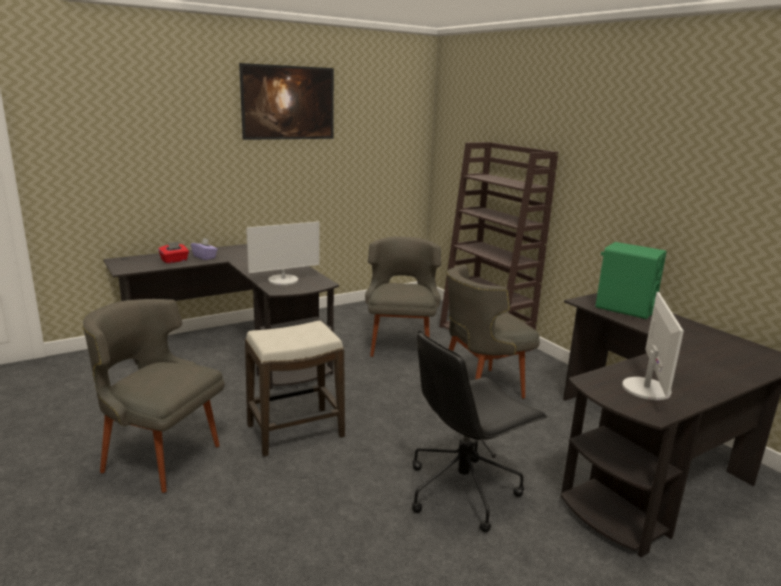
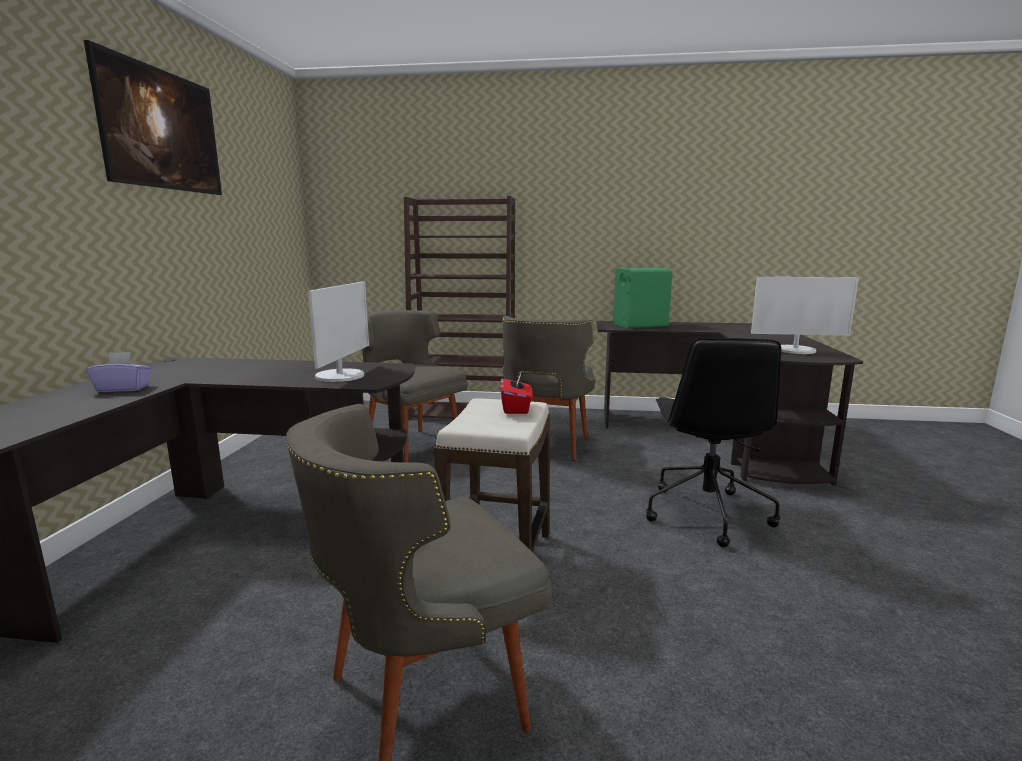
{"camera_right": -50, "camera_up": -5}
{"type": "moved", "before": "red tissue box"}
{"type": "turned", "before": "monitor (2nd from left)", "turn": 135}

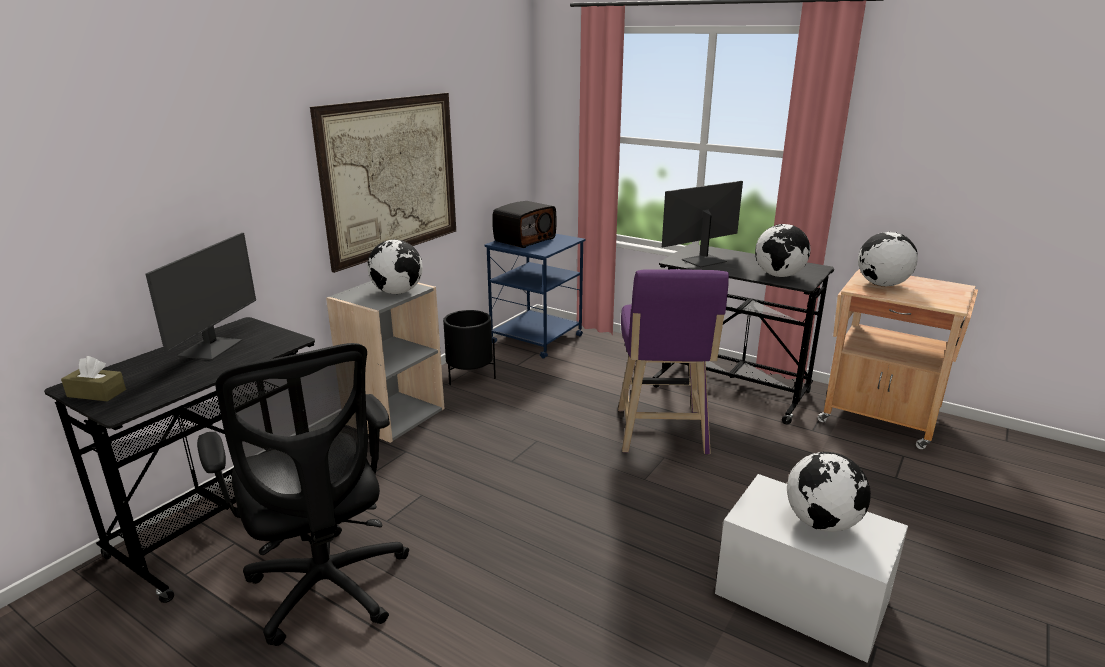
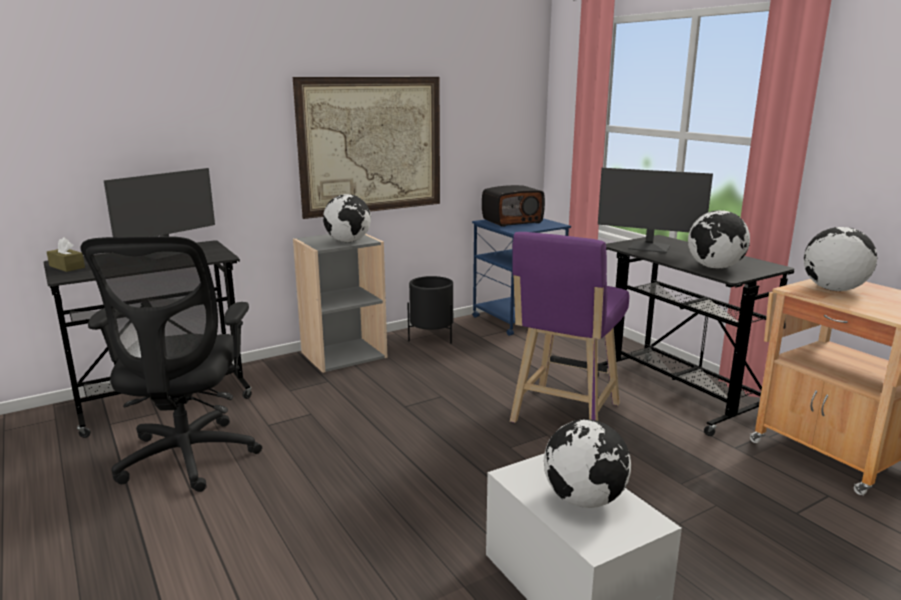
{"camera_right": 25, "camera_up": -5}
{"type": "turned", "before": "monitor (2nd from left)", "turn": -150}

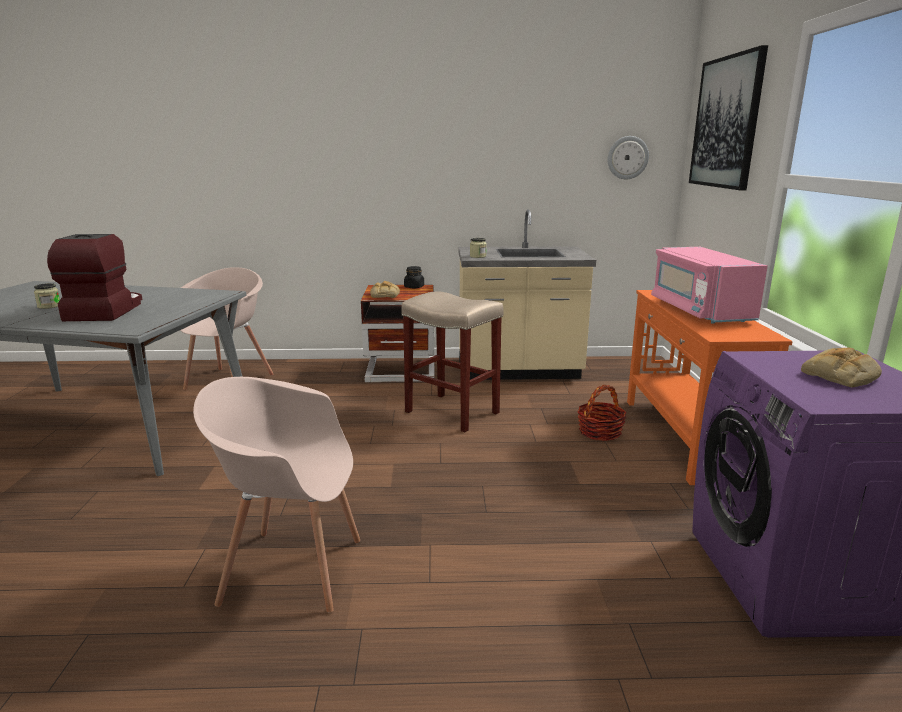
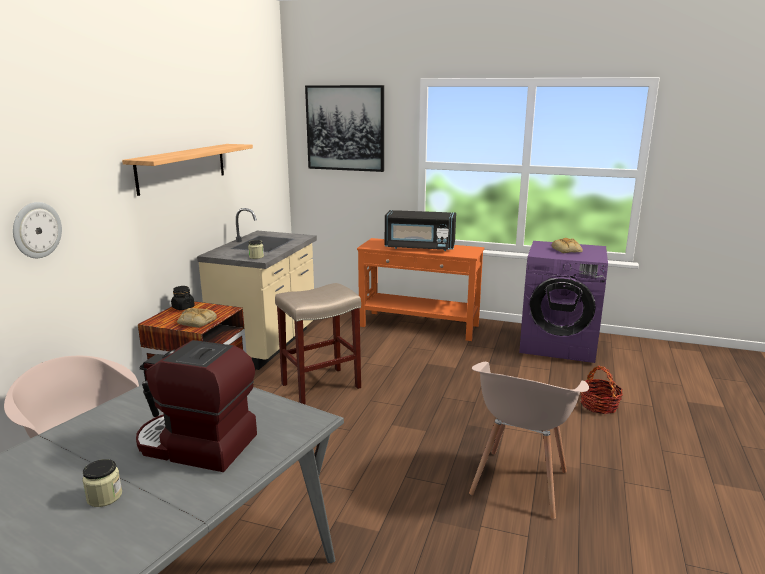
{"camera_right": -70, "camera_up": 0}
{"type": "moved", "before": "wall clock"}
{"type": "recoloured", "before": "pink microwave", "after": "black microwave"}
{"type": "moved", "before": "basket"}
{"type": "added", "after": "shelf"}

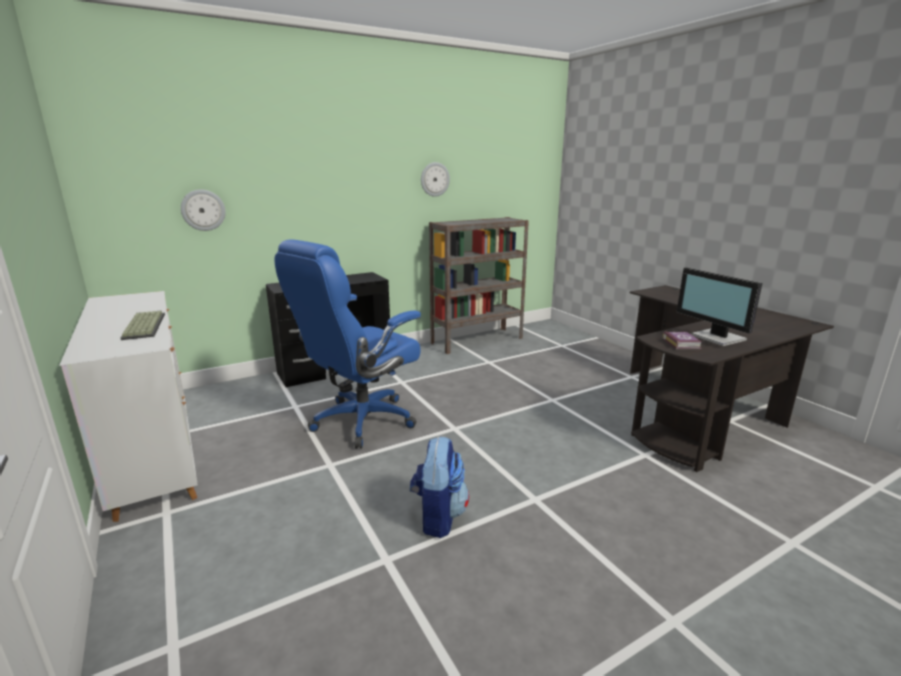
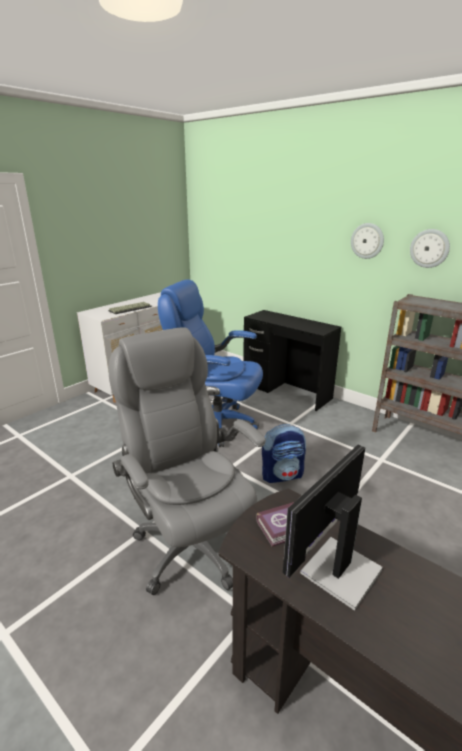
{"camera_right": 70, "camera_up": 5}
{"type": "moved", "before": "wall clock (1st from left)"}
{"type": "moved", "before": "backpack"}
{"type": "added", "after": "grey office chair"}

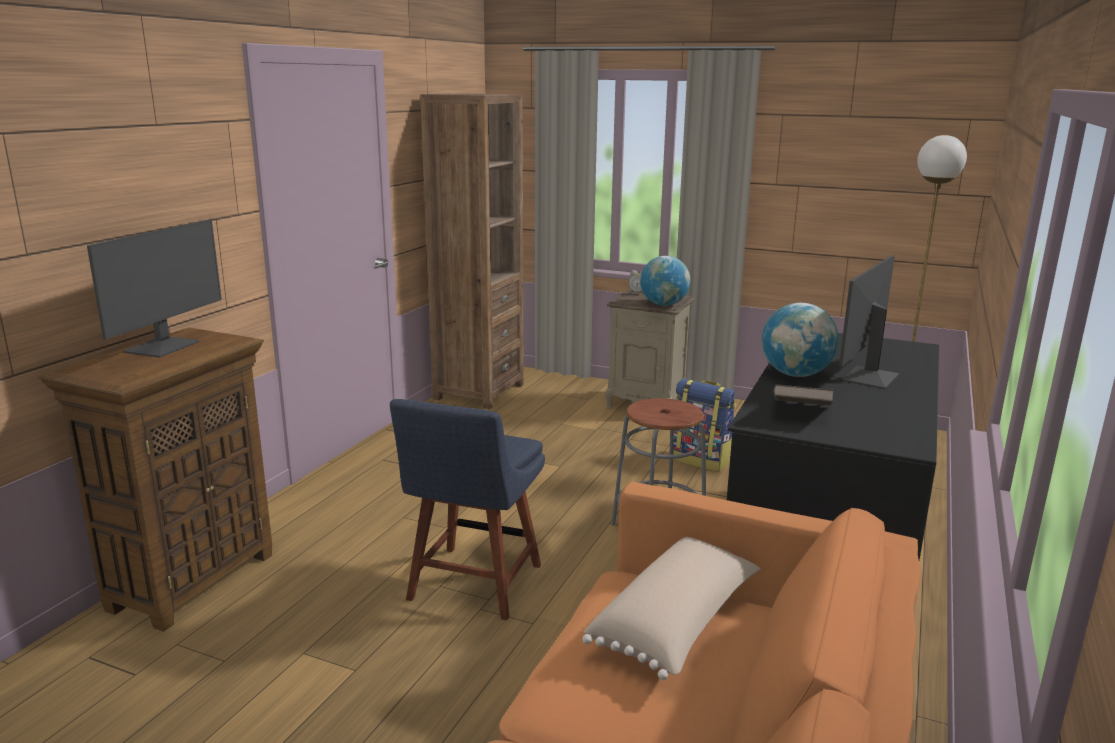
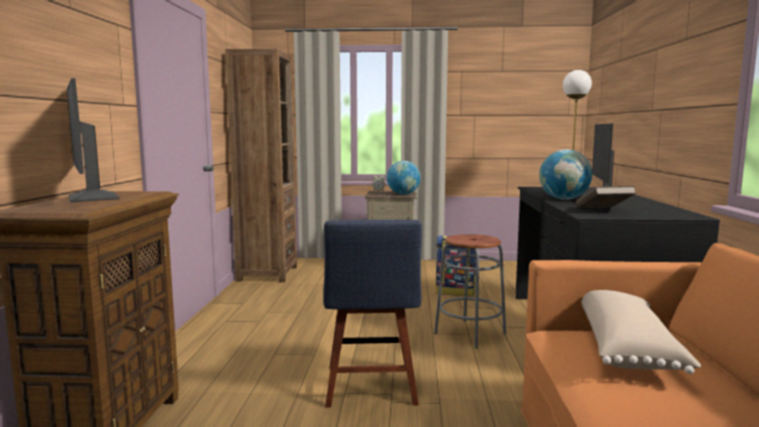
{"camera_right": -20, "camera_up": -10}
{"type": "turned", "before": "monitor (1st from left)", "turn": 150}

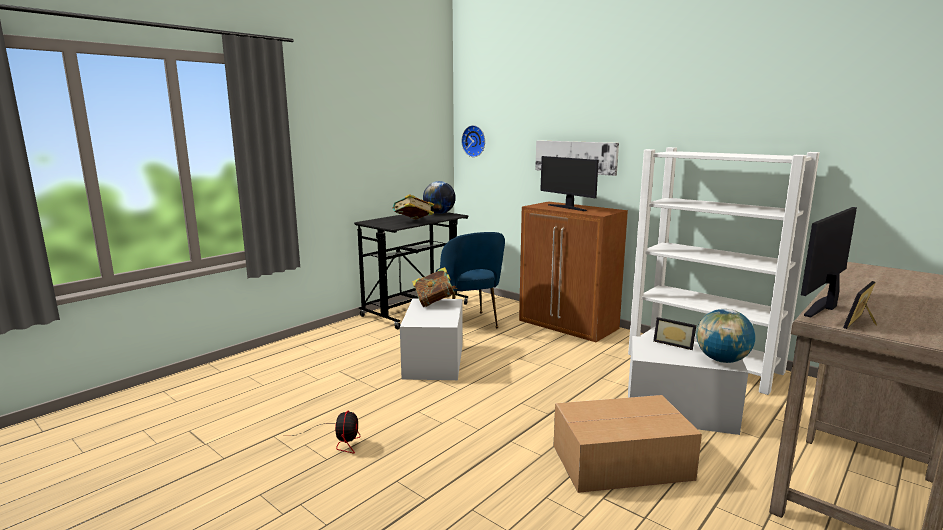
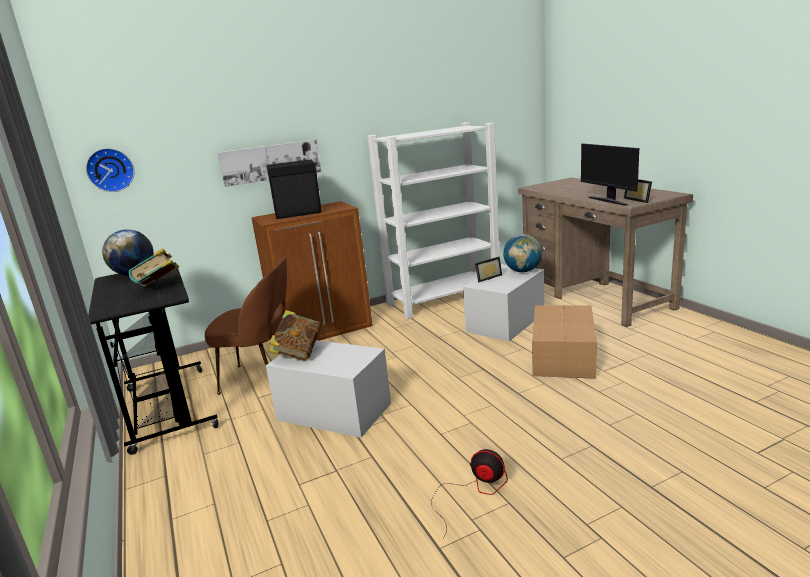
{"camera_right": -65, "camera_up": 5}
{"type": "replaced", "before": "monitor (1st from left)", "after": "black speaker"}
{"type": "recoloured", "before": "blue chair", "after": "brown chair"}

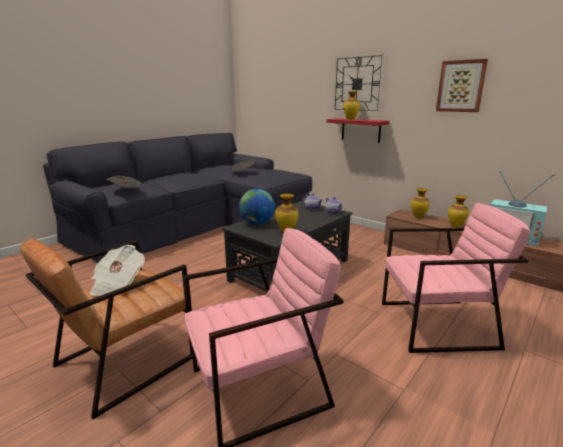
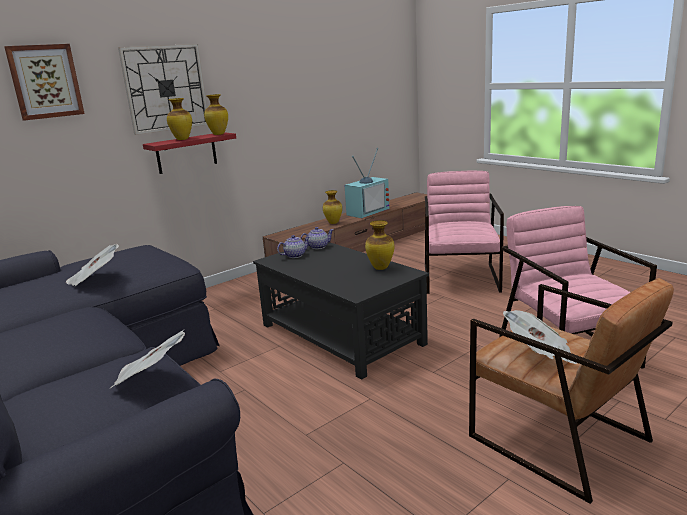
{"camera_right": -80, "camera_up": 0}
{"type": "moved", "before": "picture"}
{"type": "moved", "before": "vase (3rd from left in the first image)", "after": "vase (2nd from left)"}
{"type": "removed", "before": "globe"}

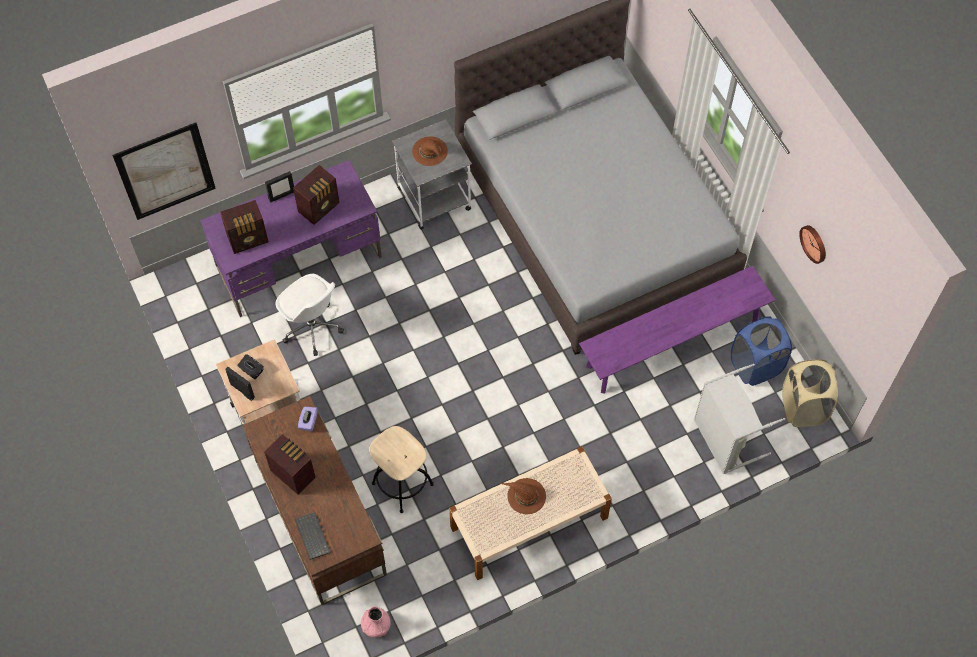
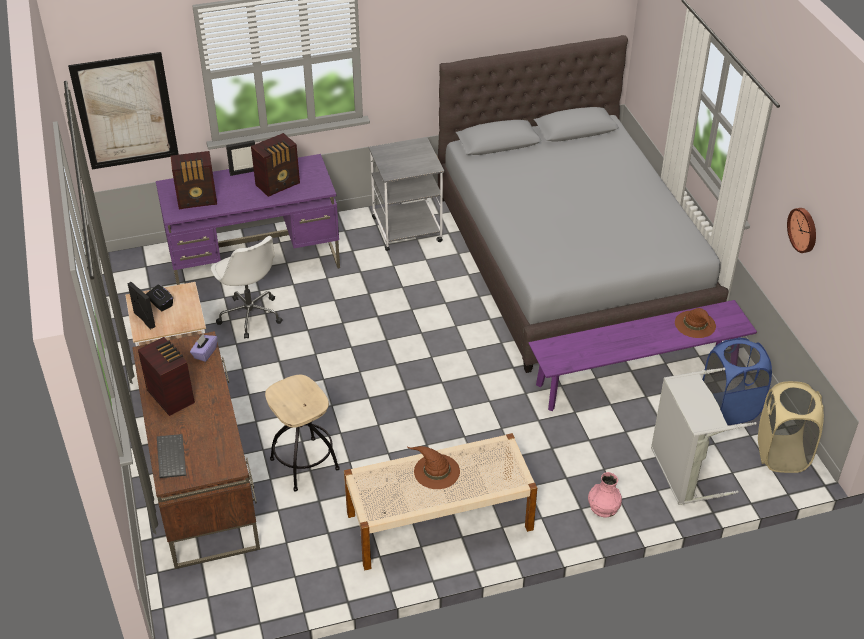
{"camera_right": 10, "camera_up": -20}
{"type": "moved", "before": "brown hat (1st from left in the first image)", "after": "brown hat (2nd from left)"}
{"type": "moved", "before": "pink vase"}

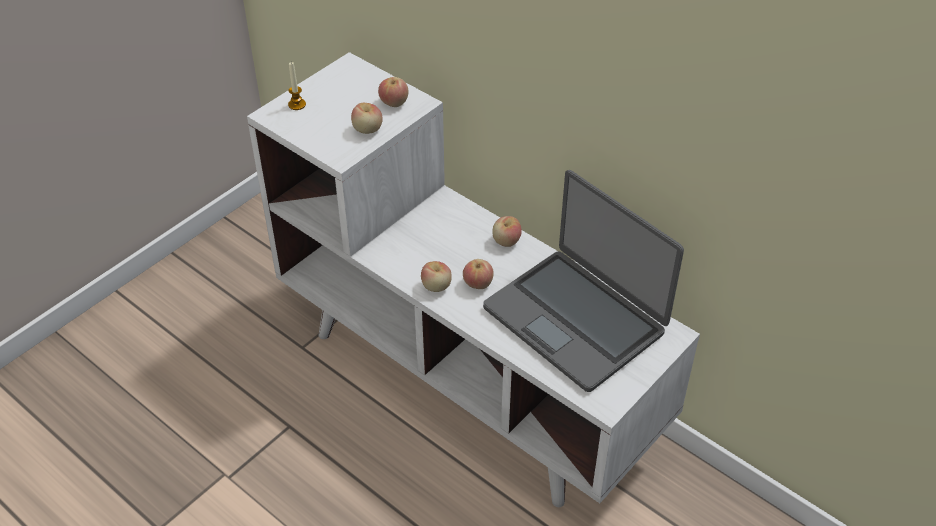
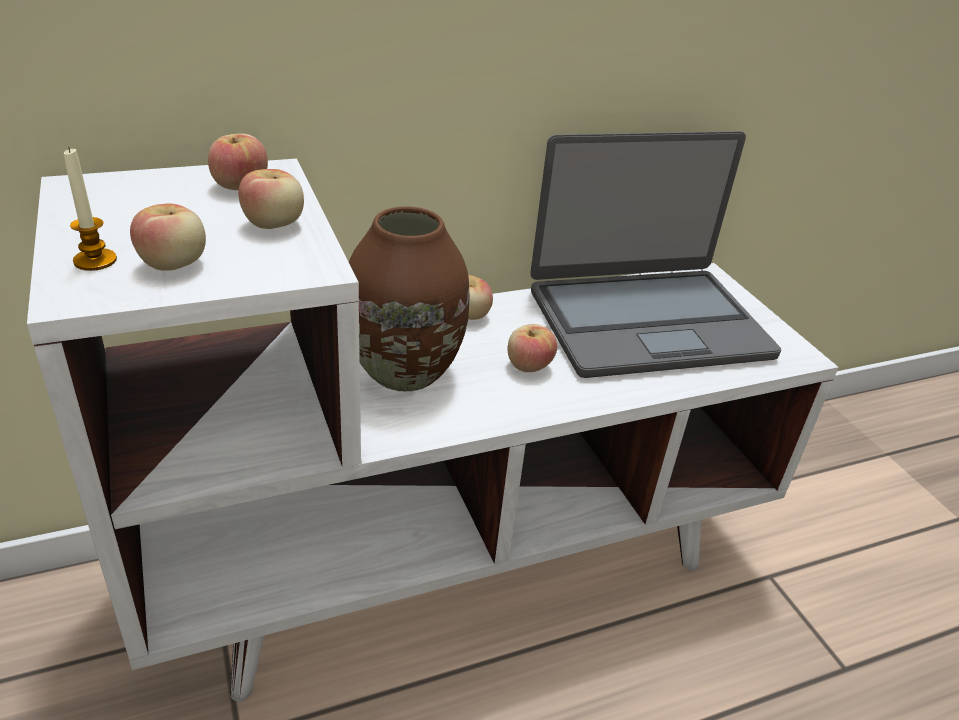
{"camera_right": -65, "camera_up": -10}
{"type": "moved", "before": "apple (3rd from left in the first image)", "after": "apple (1st from left)"}
{"type": "added", "after": "brown vase"}

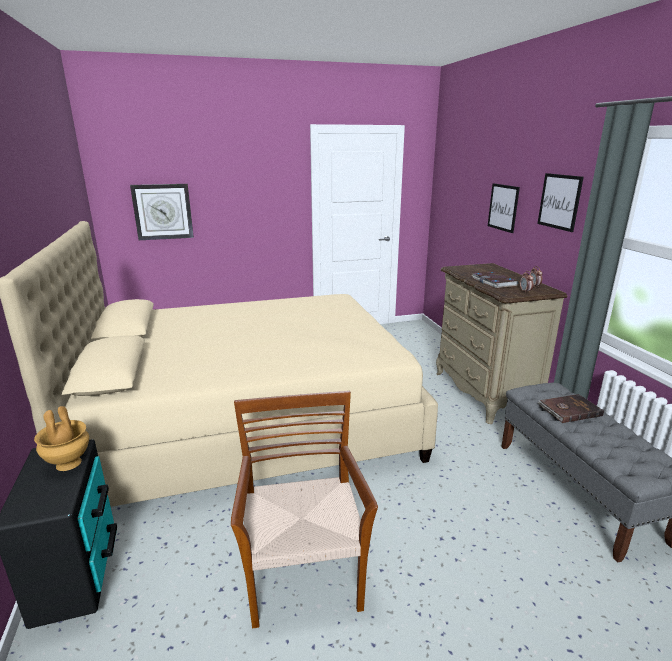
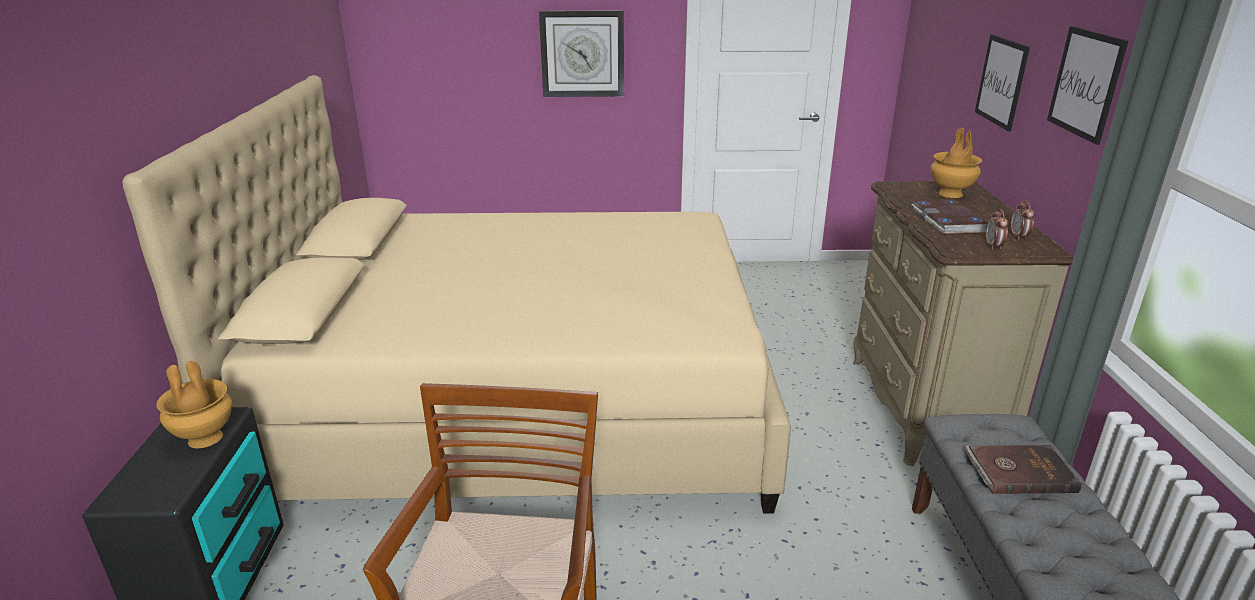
{"camera_right": 15, "camera_up": 5}
{"type": "moved", "before": "wall clock"}
{"type": "added", "after": "brown vase (2nd from left)"}

